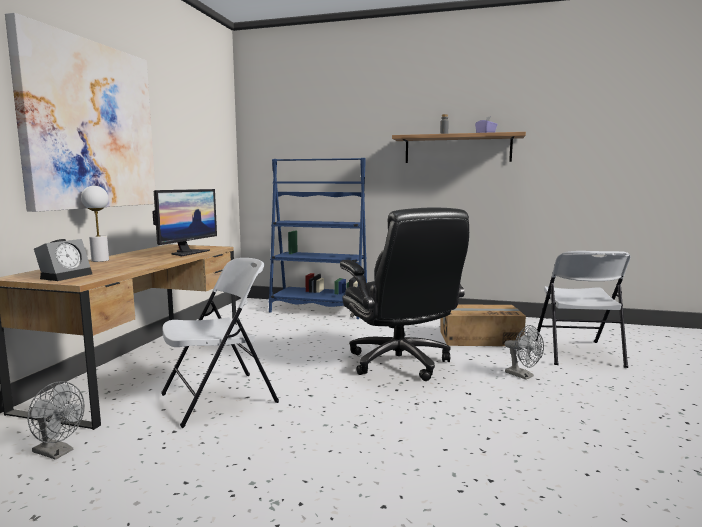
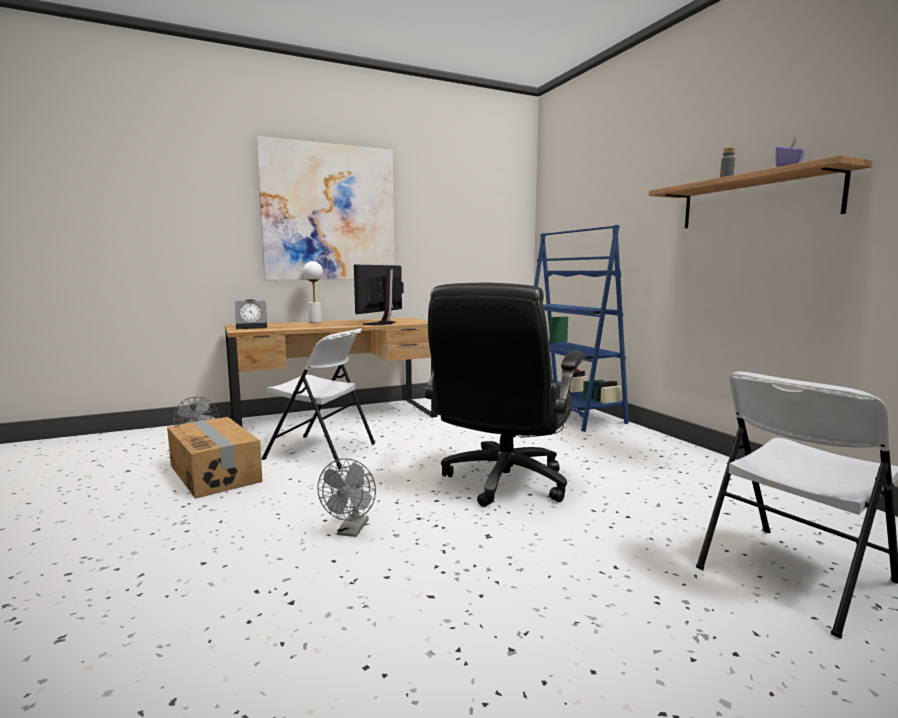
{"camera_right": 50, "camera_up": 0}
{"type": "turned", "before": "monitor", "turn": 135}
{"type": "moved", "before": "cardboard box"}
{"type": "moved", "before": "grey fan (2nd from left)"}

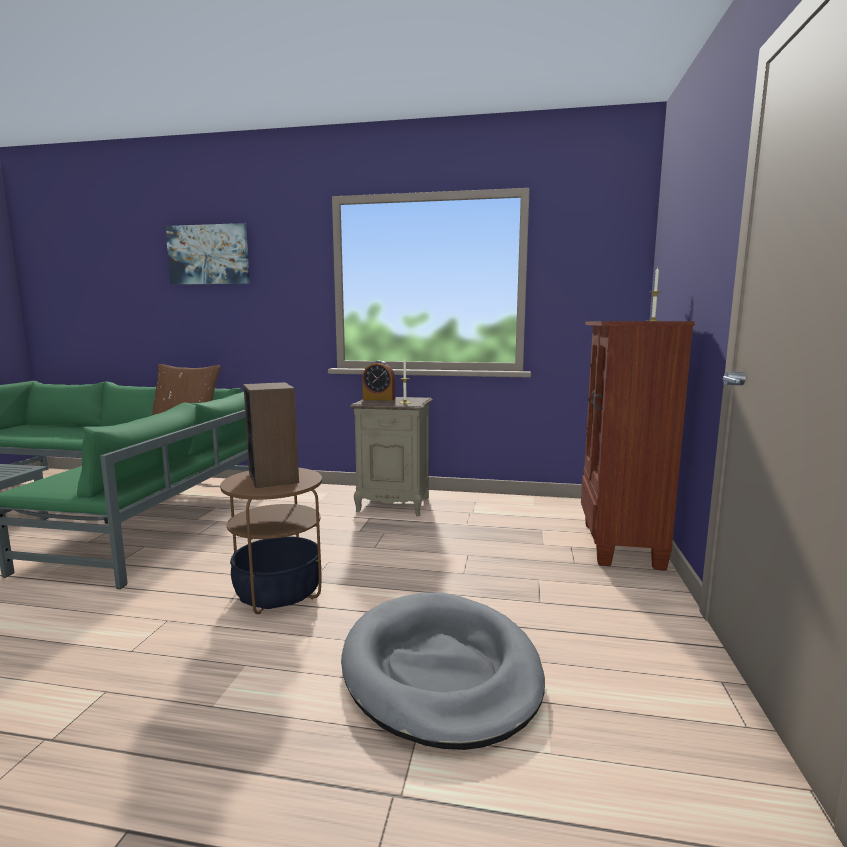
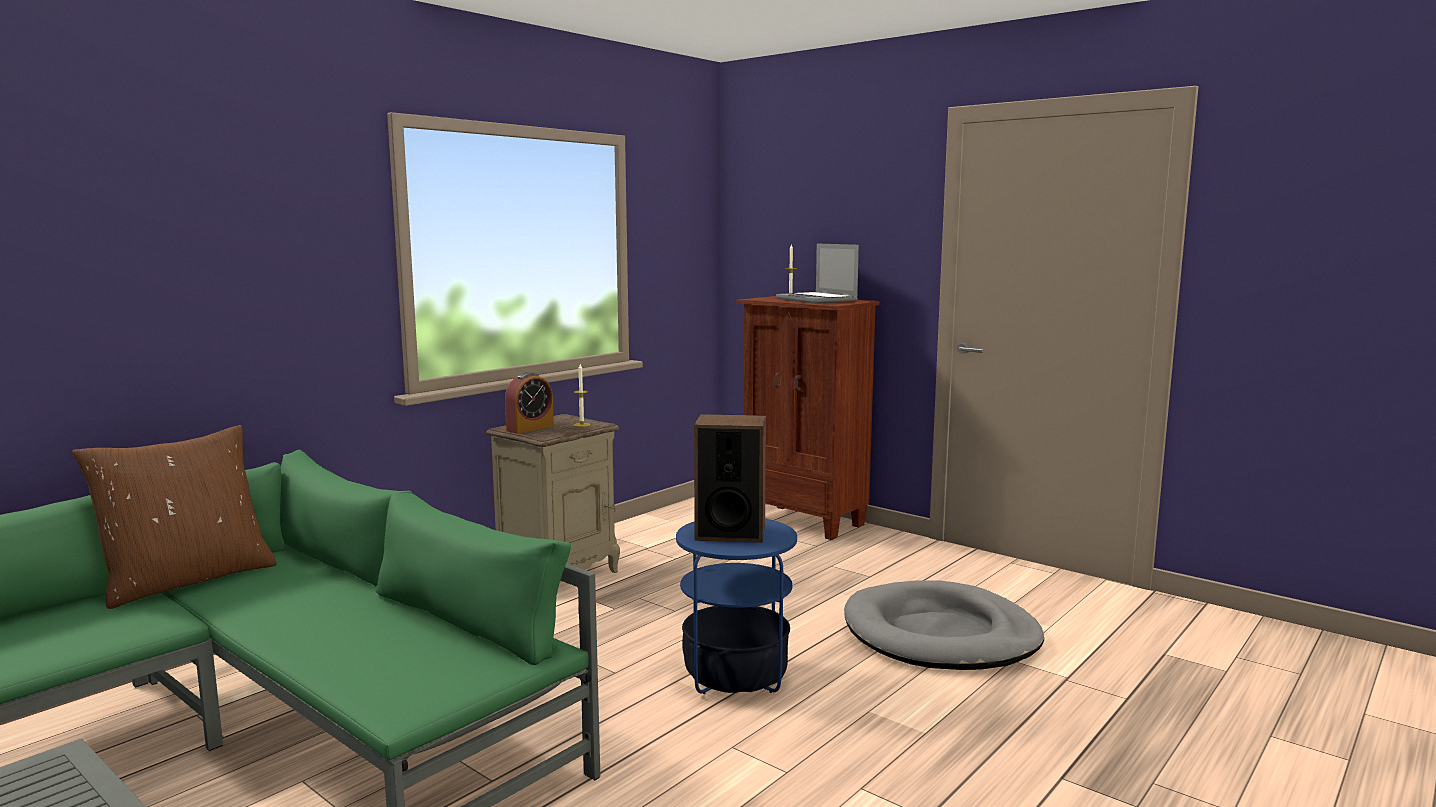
{"camera_right": -60, "camera_up": 0}
{"type": "removed", "before": "picture"}
{"type": "recoloured", "before": "brown side table", "after": "blue side table"}
{"type": "added", "after": "laptop"}

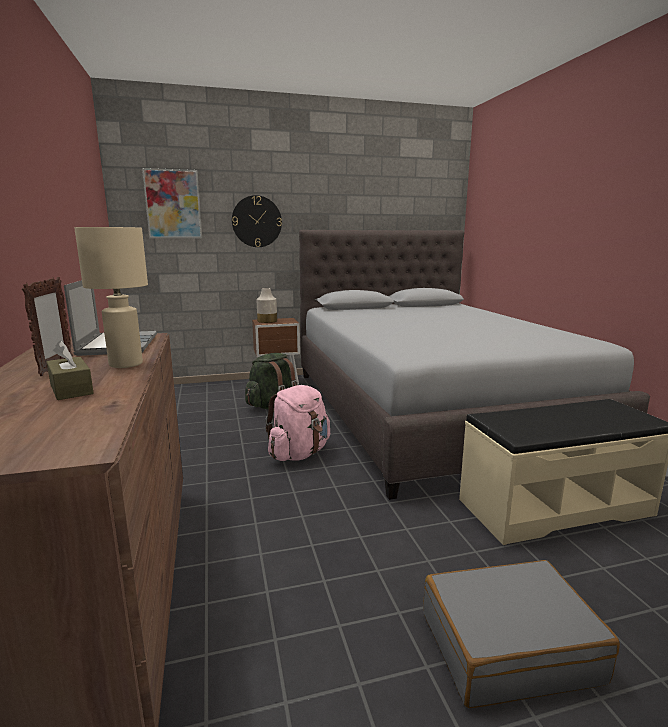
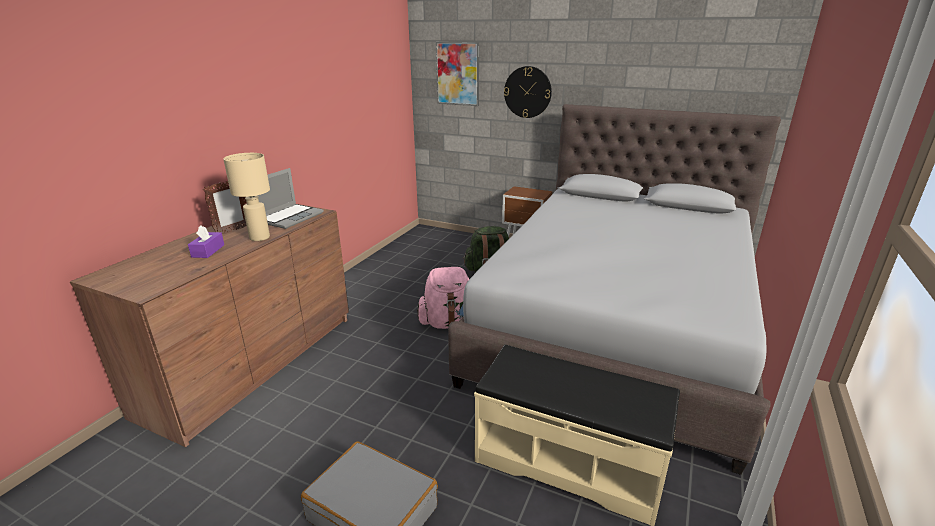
{"camera_right": 40, "camera_up": 10}
{"type": "removed", "before": "beige vase"}
{"type": "recoloured", "before": "brown tissue box", "after": "purple tissue box"}

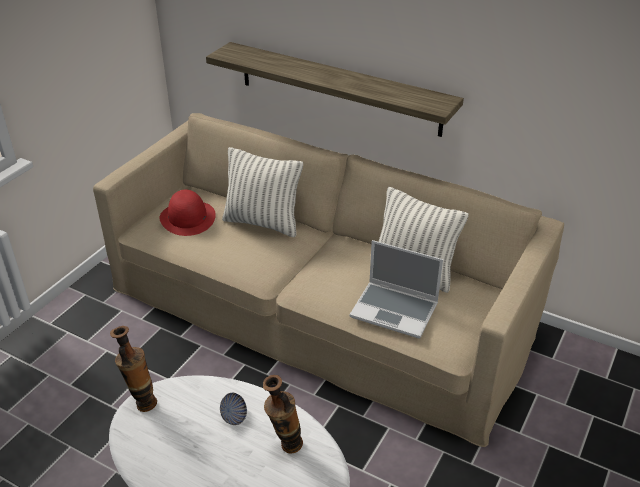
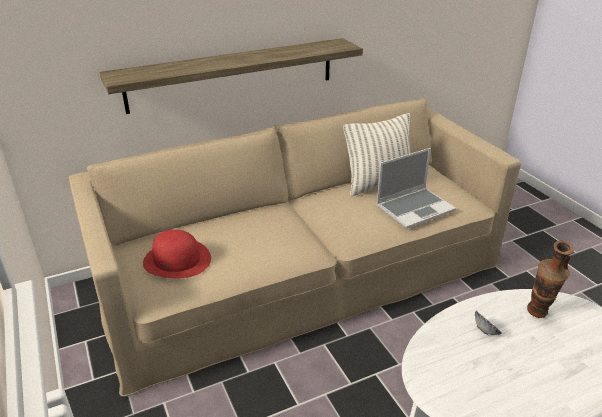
{"camera_right": -55, "camera_up": -5}
{"type": "removed", "before": "pillow (1st from left)"}
{"type": "removed", "before": "vase (1st from left)"}

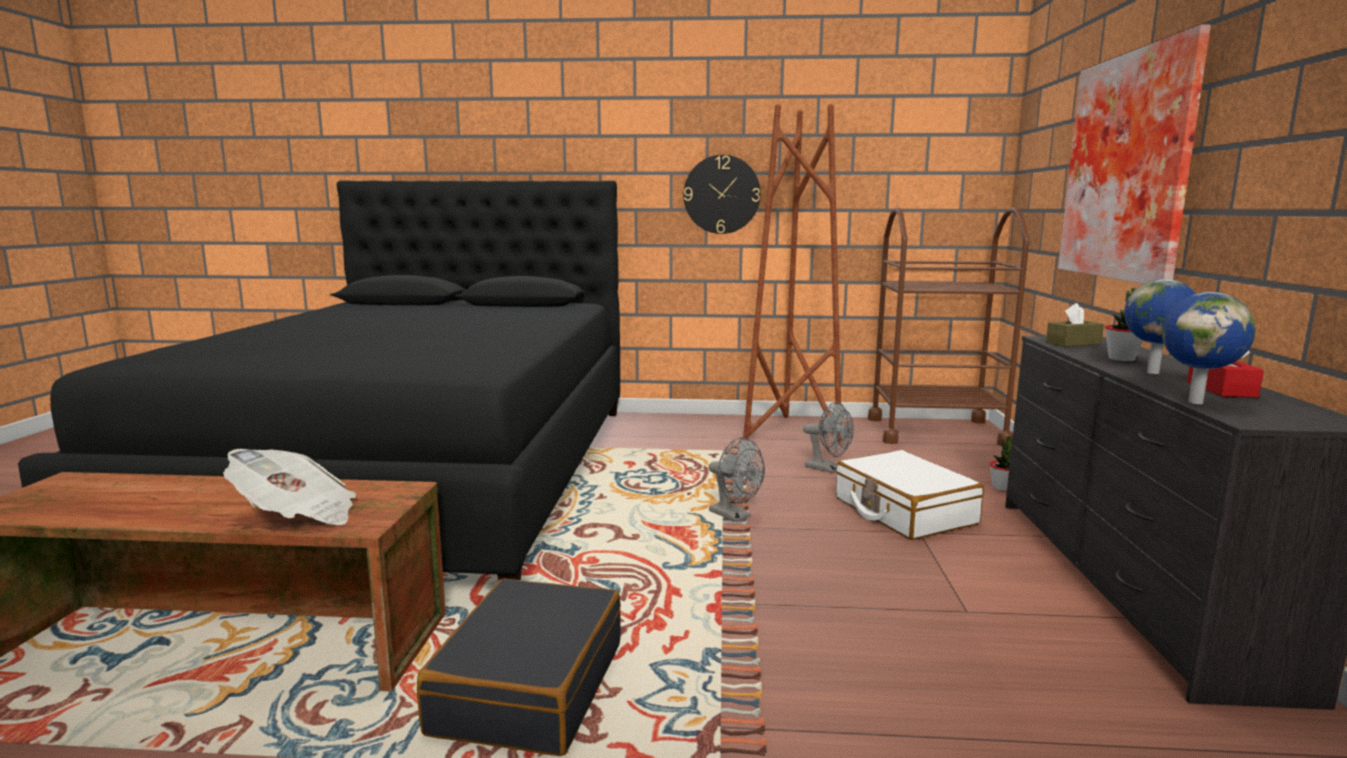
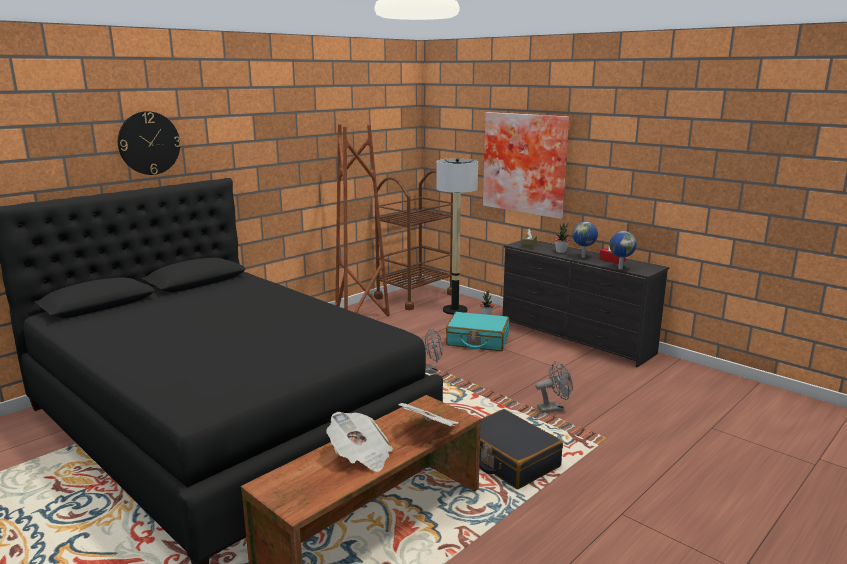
{"camera_right": -50, "camera_up": 5}
{"type": "moved", "before": "wall clock"}
{"type": "moved", "before": "grey fan (2nd from left)"}
{"type": "recoloured", "before": "white suitcase", "after": "turquoise suitcase"}
{"type": "added", "after": "floor lamp"}
{"type": "added", "after": "newspaper (1st from left)"}

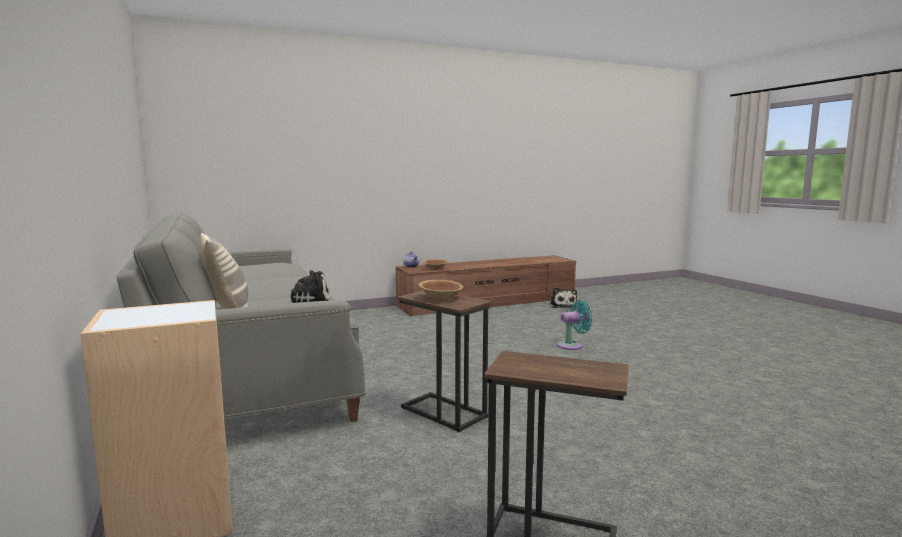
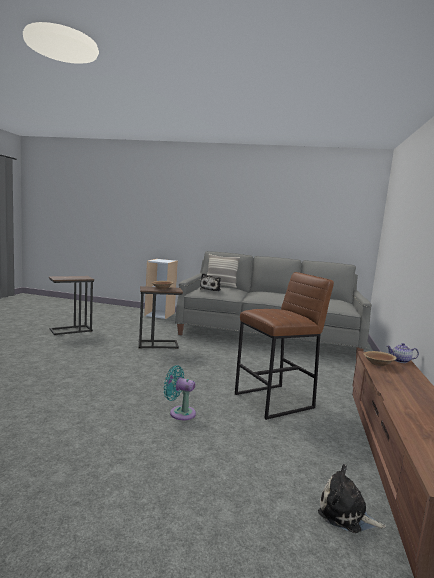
{"camera_right": 125, "camera_up": 0}
{"type": "turned", "before": "turquoise fan", "turn": 90}
{"type": "added", "after": "brown stool"}

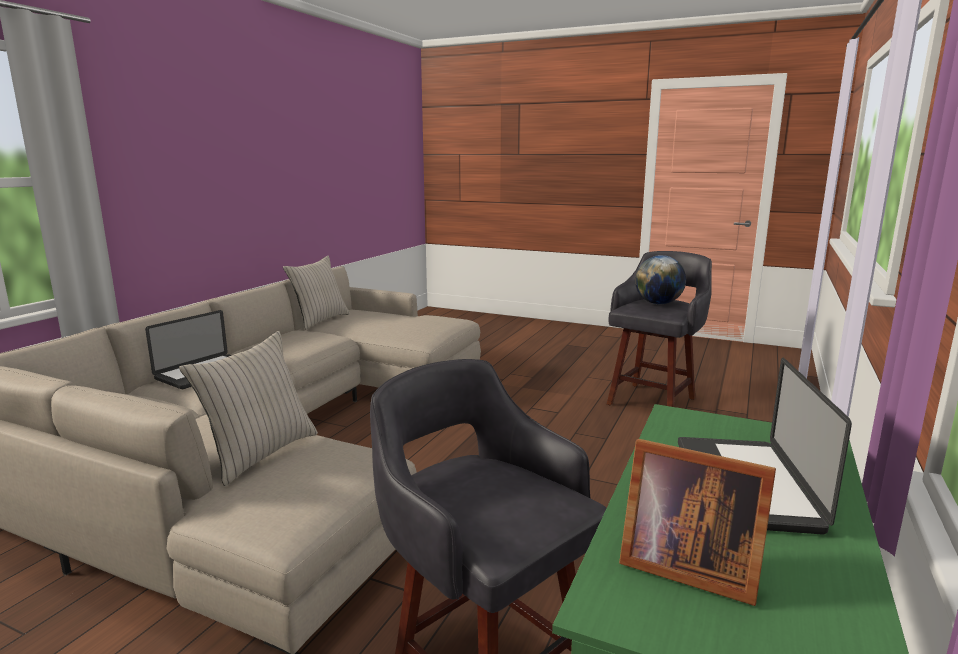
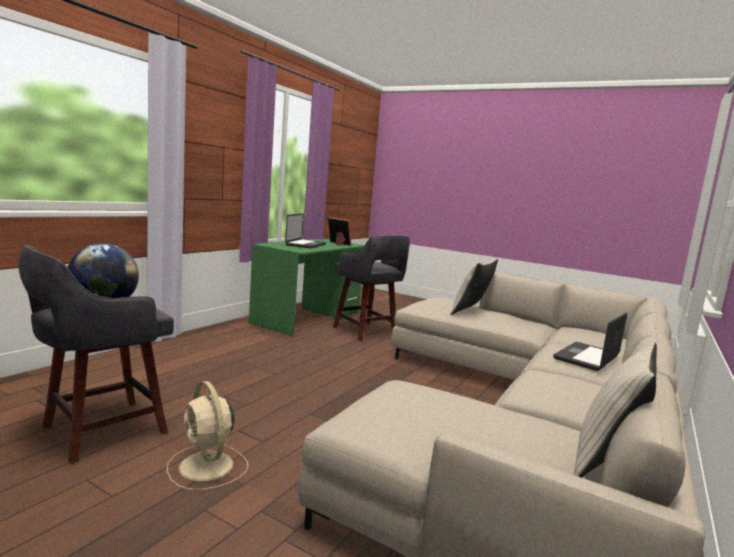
{"camera_right": -175, "camera_up": -5}
{"type": "added", "after": "beige fan"}

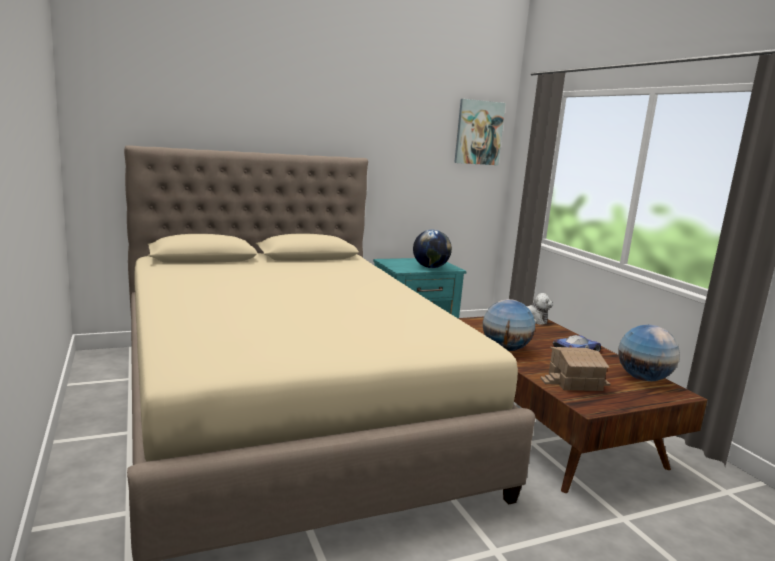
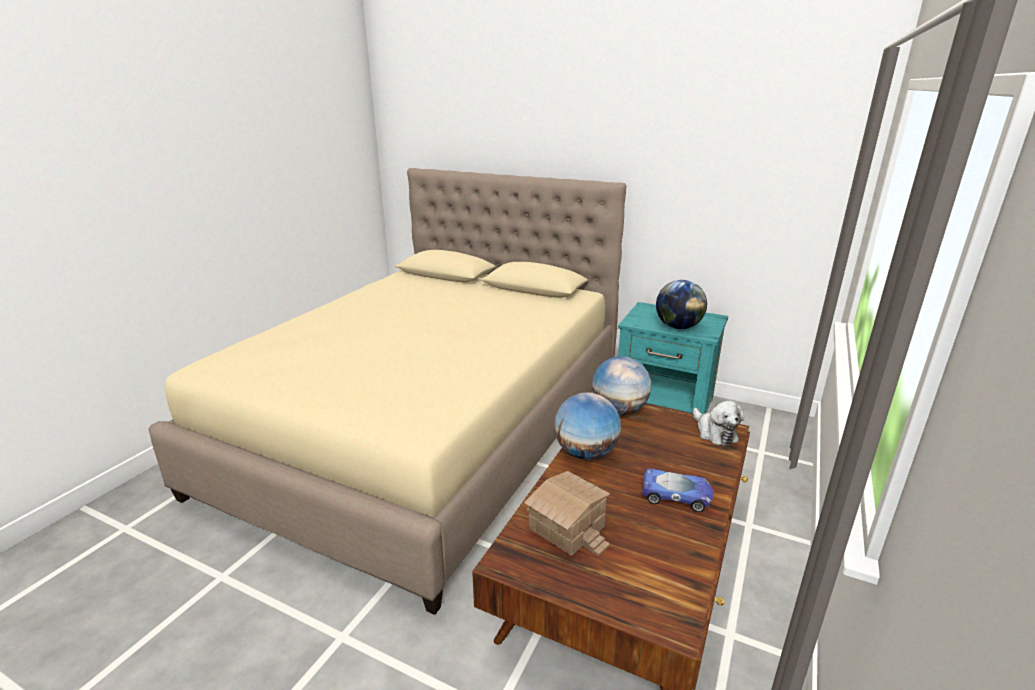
{"camera_right": 50, "camera_up": 10}
{"type": "removed", "before": "picture"}
{"type": "moved", "before": "globe (3rd from left in the first image)", "after": "globe (2nd from left)"}

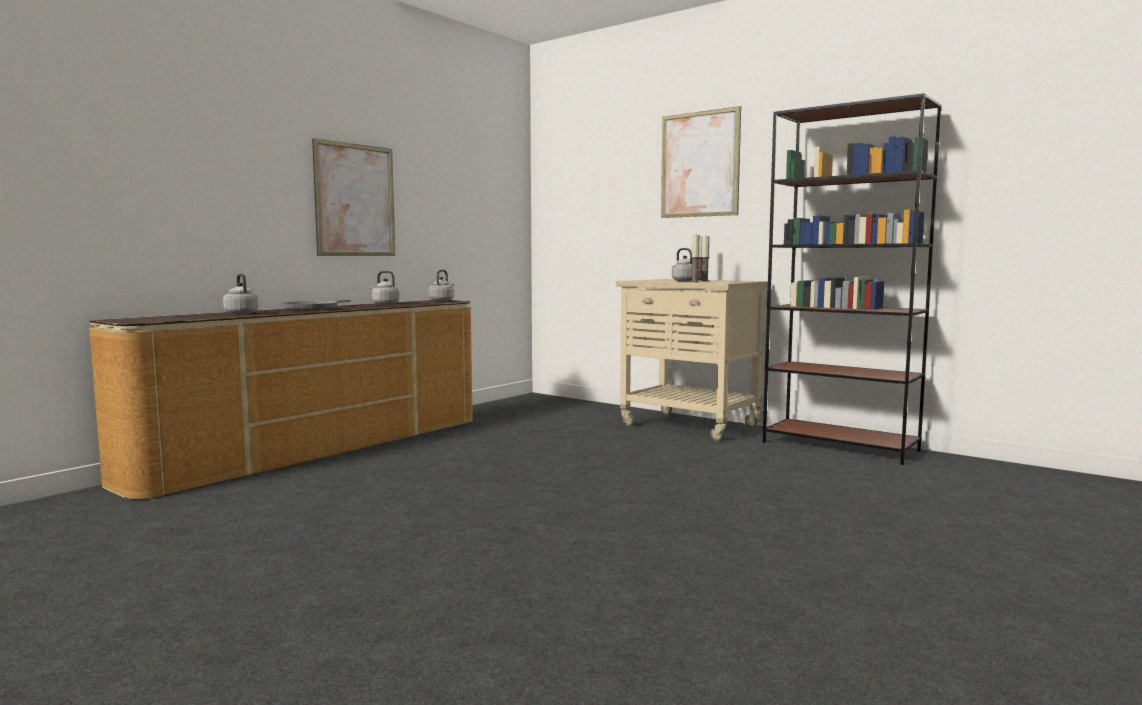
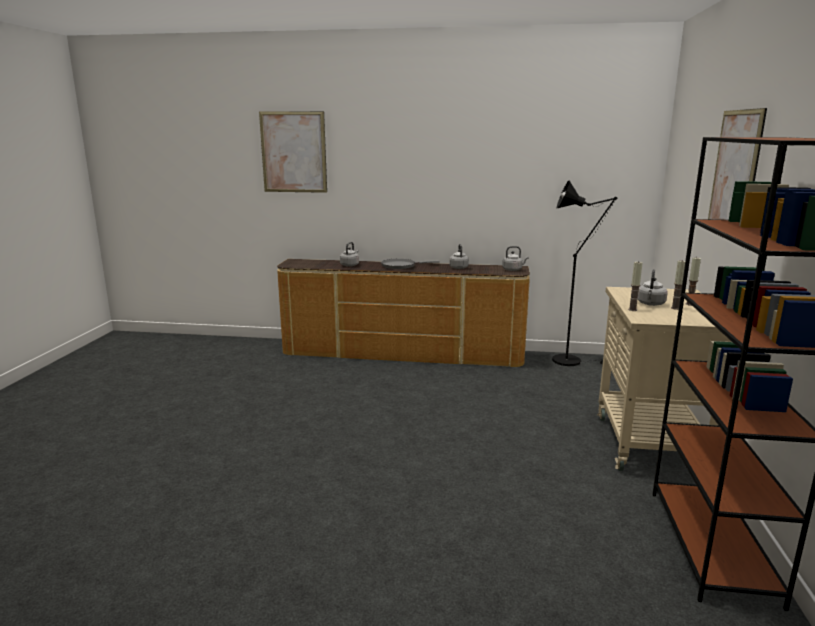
{"camera_right": 60, "camera_up": 10}
{"type": "moved", "before": "picture (1st from left)"}
{"type": "added", "after": "black floor lamp"}

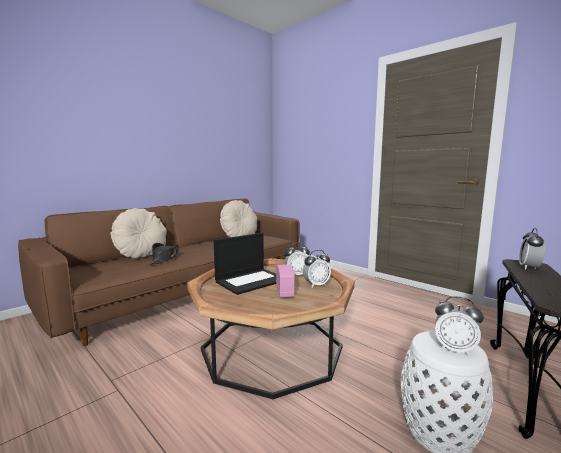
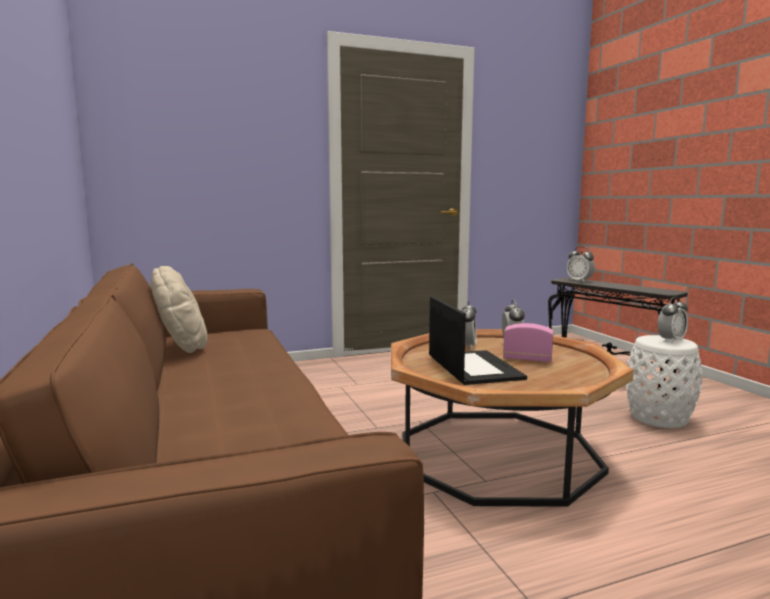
{"camera_right": -65, "camera_up": 0}
{"type": "removed", "before": "beige pillow (1st from left)"}
{"type": "removed", "before": "black hat"}

